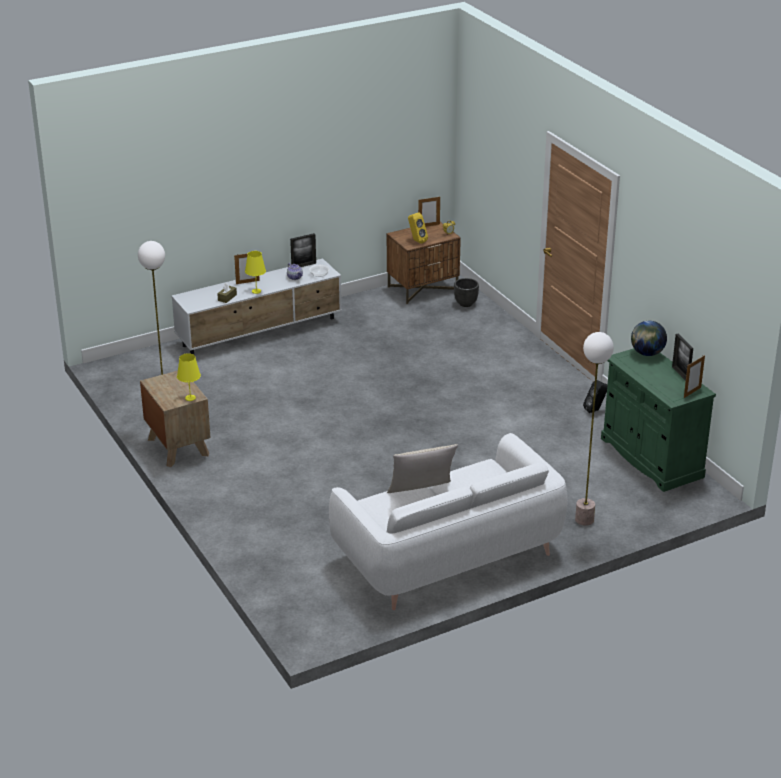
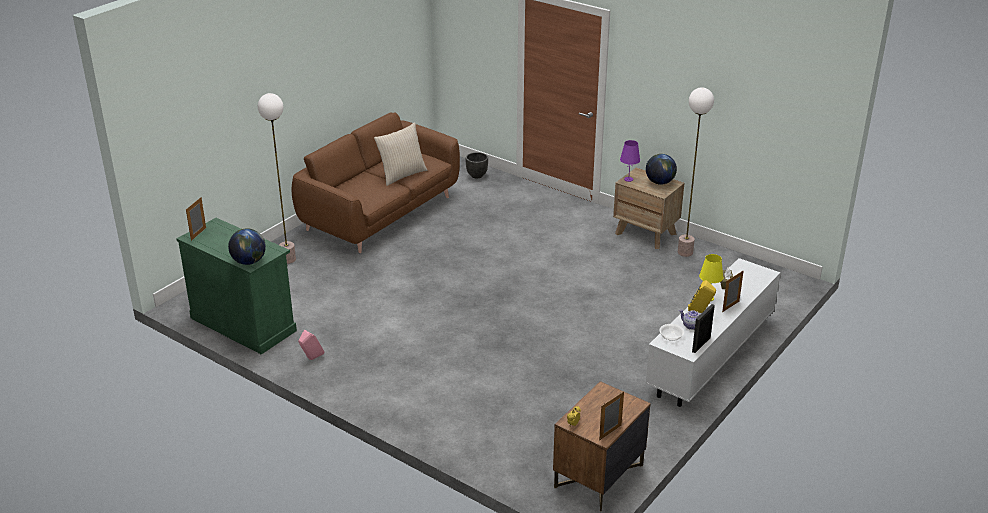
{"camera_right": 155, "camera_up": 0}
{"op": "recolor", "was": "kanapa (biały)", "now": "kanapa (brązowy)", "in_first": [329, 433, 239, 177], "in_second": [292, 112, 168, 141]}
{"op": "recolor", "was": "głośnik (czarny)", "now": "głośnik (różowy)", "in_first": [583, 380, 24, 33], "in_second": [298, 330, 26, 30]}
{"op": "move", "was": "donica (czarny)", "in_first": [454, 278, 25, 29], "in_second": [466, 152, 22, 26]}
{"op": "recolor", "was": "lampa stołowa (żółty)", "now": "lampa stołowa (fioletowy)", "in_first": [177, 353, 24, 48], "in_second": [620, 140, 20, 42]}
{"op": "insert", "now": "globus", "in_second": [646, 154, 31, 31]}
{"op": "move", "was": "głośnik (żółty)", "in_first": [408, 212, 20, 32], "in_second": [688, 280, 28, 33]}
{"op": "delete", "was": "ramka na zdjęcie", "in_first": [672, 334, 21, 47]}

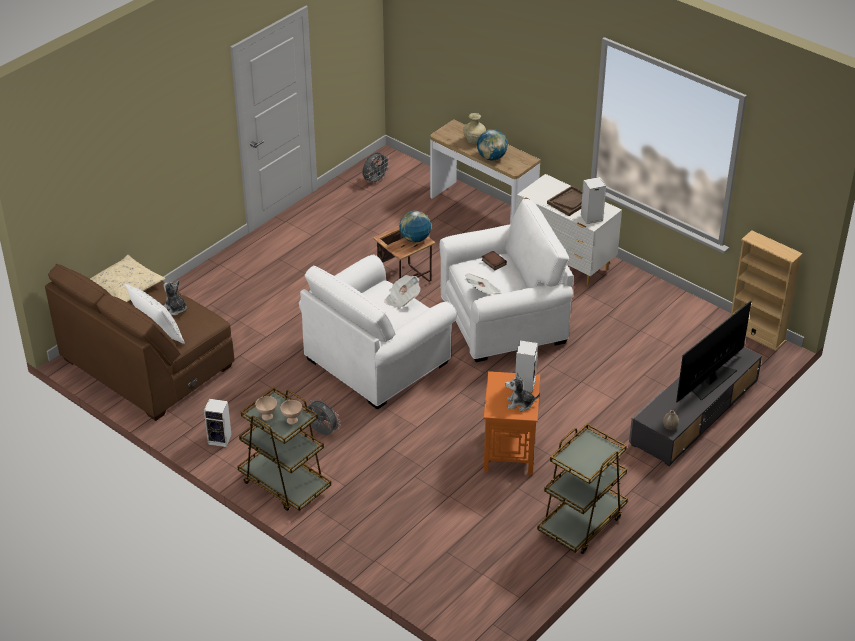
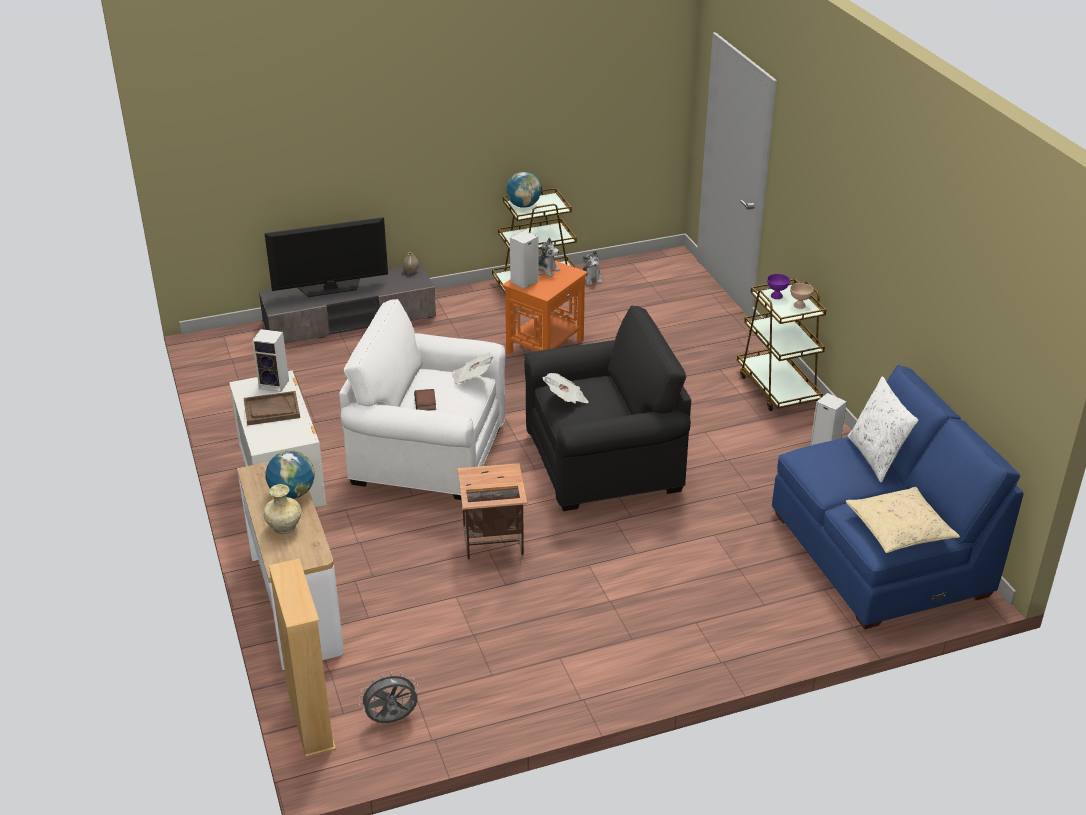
{"camera_right": -150, "camera_up": -5}
{"op": "move", "was": "regał (beżowy)", "in_first": [730, 230, 73, 121], "in_second": [269, 558, 67, 200]}
{"op": "move", "was": "globus", "in_first": [399, 211, 32, 31], "in_second": [506, 172, 35, 36]}
{"op": "recolor", "was": "fotel (biały)", "now": "fotel (czarny)", "in_first": [299, 255, 158, 155], "in_second": [524, 306, 167, 205]}
{"op": "move", "was": "pluszak", "in_first": [163, 280, 24, 35], "in_second": [583, 251, 19, 34]}
{"op": "recolor", "was": "miska (beżowy)", "now": "miska (fioletowy)", "in_first": [281, 400, 21, 25], "in_second": [767, 274, 23, 25]}
{"op": "recolor", "was": "kanapa (brązowy)", "now": "kanapa (niebieski)", "in_first": [45, 264, 190, 157], "in_second": [772, 365, 251, 264]}
{"op": "delete", "was": "wentylator (szary)", "in_first": [307, 398, 34, 37]}

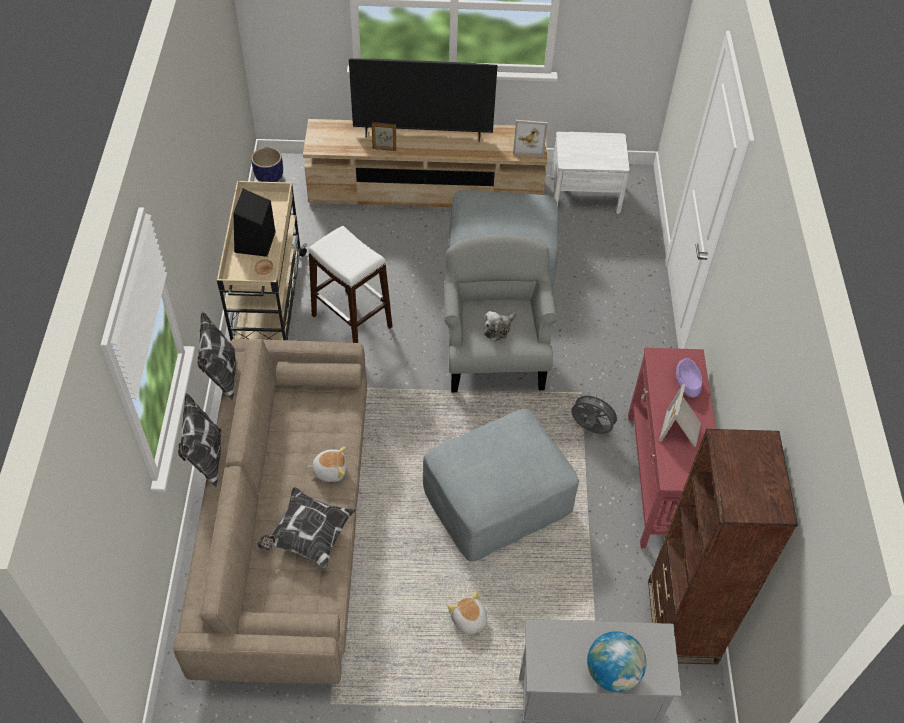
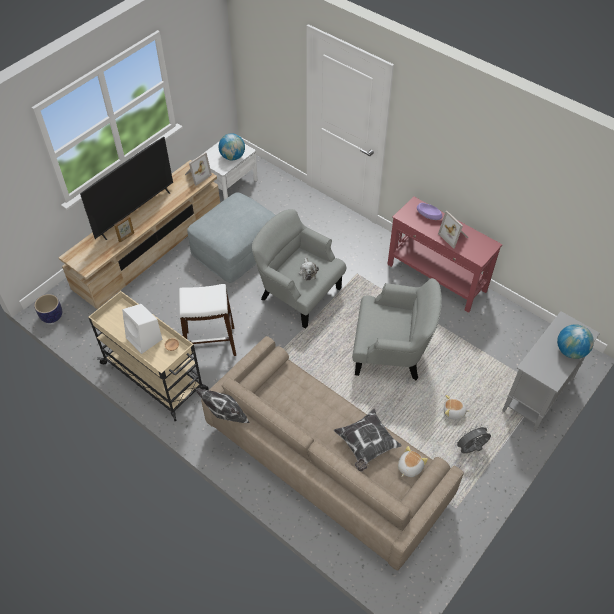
{"camera_right": -50, "camera_up": 0}
{"op": "recolor", "was": "głośnik (czarny)", "now": "głośnik (biały)", "in_first": [234, 189, 41, 68], "in_second": [122, 304, 40, 50]}
{"op": "insert", "now": "globus", "in_second": [219, 133, 26, 27]}
{"op": "replace", "was": "pufa (szary)", "now": "fotel (szary)", "in_first": [423, 409, 156, 153], "in_second": [352, 278, 90, 102]}
{"op": "move", "was": "pluszak", "in_first": [308, 447, 39, 35], "in_second": [398, 446, 30, 31]}
{"op": "move", "was": "wentylator (szary)", "in_first": [571, 392, 50, 42], "in_second": [454, 424, 37, 29]}
{"op": "delete", "was": "poduszka", "in_first": [178, 393, 43, 94]}
{"op": "delete", "was": "regał (brązowy)", "in_first": [648, 429, 150, 236]}

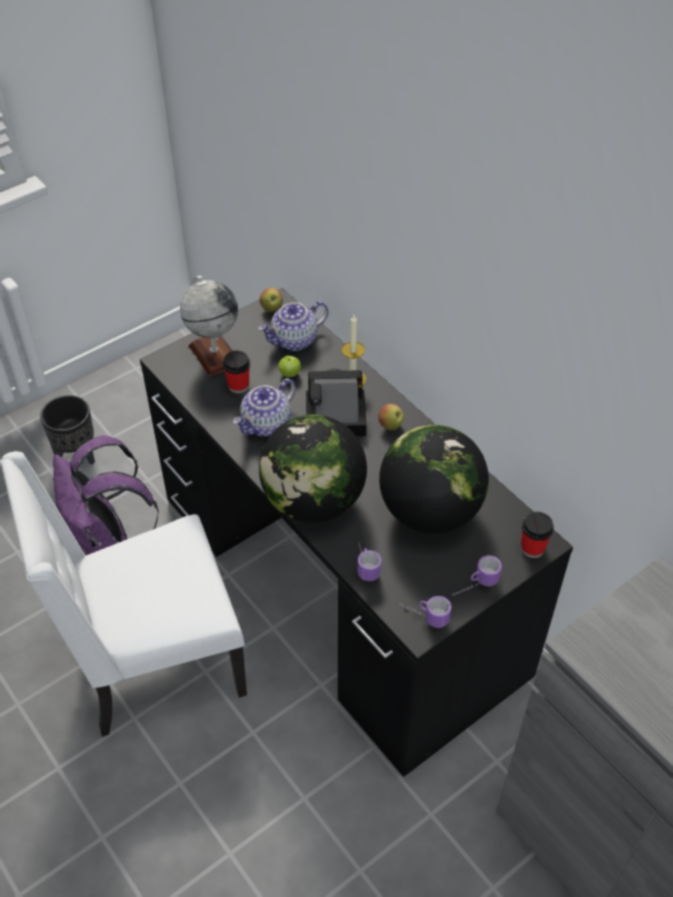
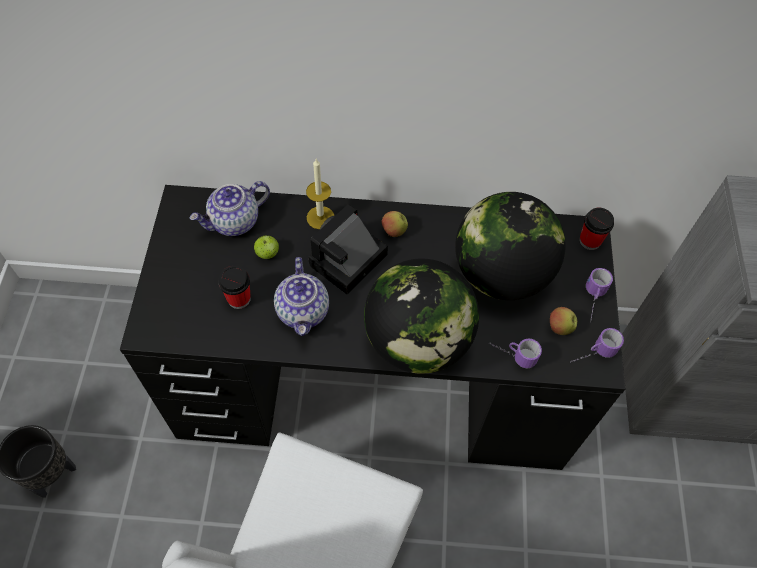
{"camera_right": -50, "camera_up": 10}
{"op": "rotate", "was": "imbryk", "in_first": [258, 301, 70, 50], "in_second": [189, 181, 81, 55], "clockwise": 45}
{"op": "move", "was": "jabłko", "in_first": [260, 288, 23, 24], "in_second": [550, 307, 27, 28]}
{"op": "delete", "was": "plecak (fioletowy)", "in_first": [53, 435, 106, 120]}
{"op": "delete", "was": "globus", "in_first": [180, 276, 58, 101]}

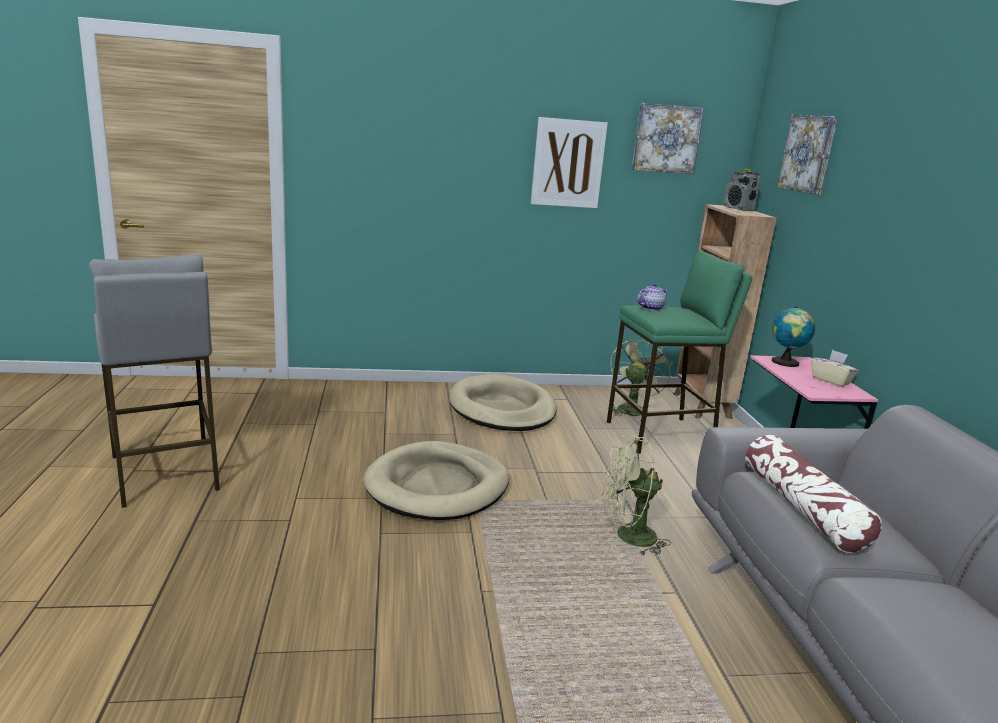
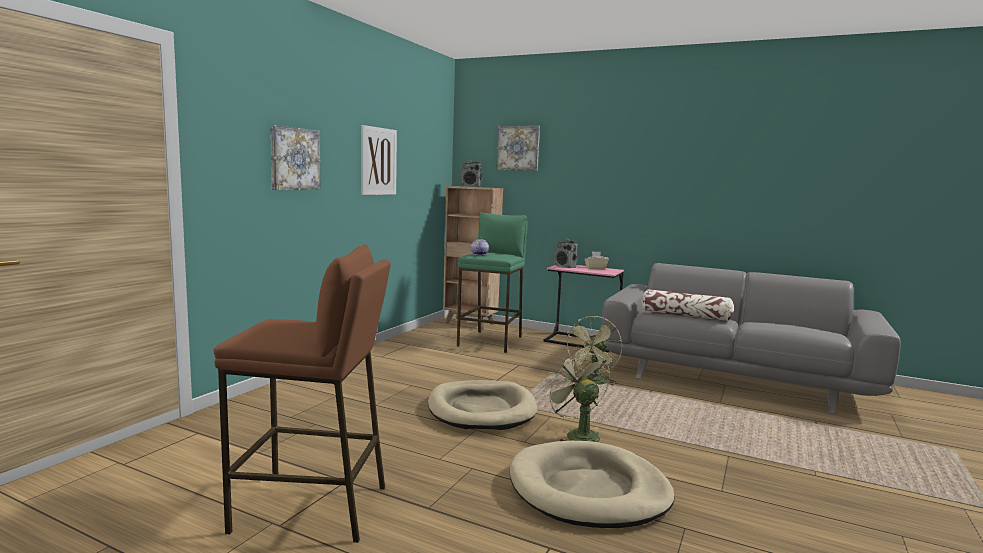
{"camera_right": -55, "camera_up": -10}
{"op": "recolor", "was": "stołek (szary)", "now": "stołek (brązowy)", "in_first": [89, 254, 131, 254], "in_second": [213, 244, 178, 299]}
{"op": "move", "was": "obraz", "in_first": [632, 103, 72, 71], "in_second": [270, 125, 51, 65]}
{"op": "move", "was": "legowisko (beżowy)", "in_first": [449, 374, 108, 57], "in_second": [510, 441, 164, 87]}
{"op": "move", "was": "wentylator (zielony)", "in_first": [608, 339, 65, 77], "in_second": [544, 349, 66, 93]}
{"op": "replace", "was": "globus", "now": "radio", "in_first": [772, 306, 43, 61], "in_second": [554, 238, 24, 30]}

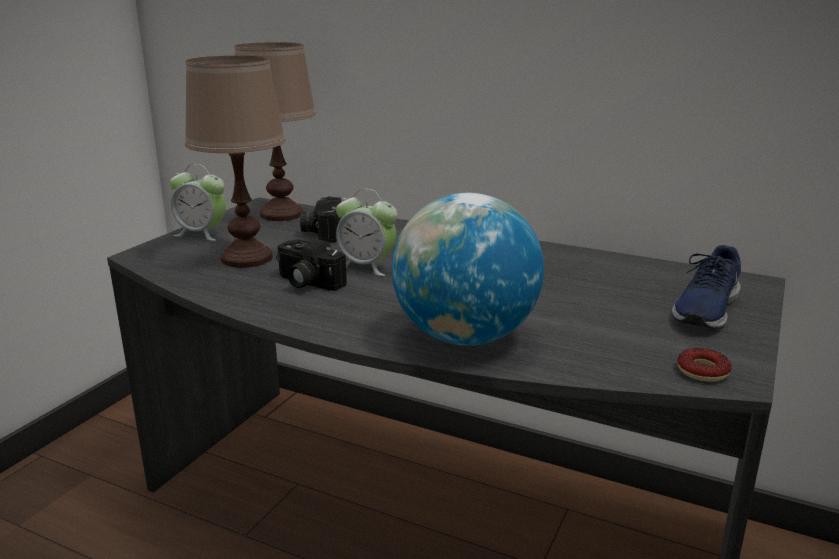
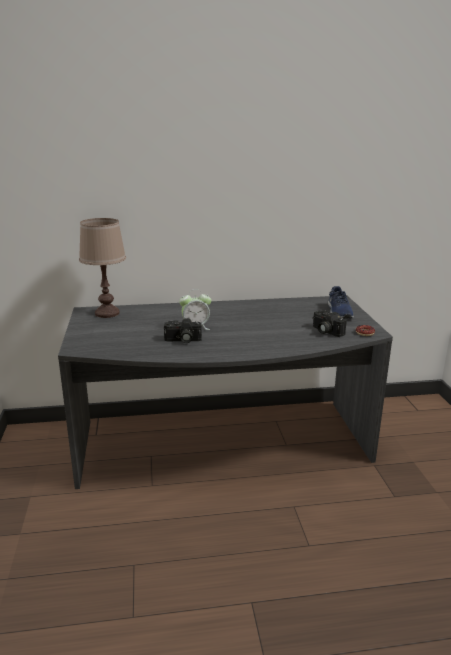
{"camera_right": -35, "camera_up": 0}
{"op": "move", "was": "aparat fotograficzny", "in_first": [300, 196, 41, 46], "in_second": [312, 310, 35, 27]}
{"op": "delete", "was": "budzik", "in_first": [170, 164, 56, 77]}
{"op": "delete", "was": "lampa stołowa (brązowy)", "in_first": [185, 55, 101, 213]}
{"op": "delete", "was": "globus", "in_first": [392, 193, 152, 153]}

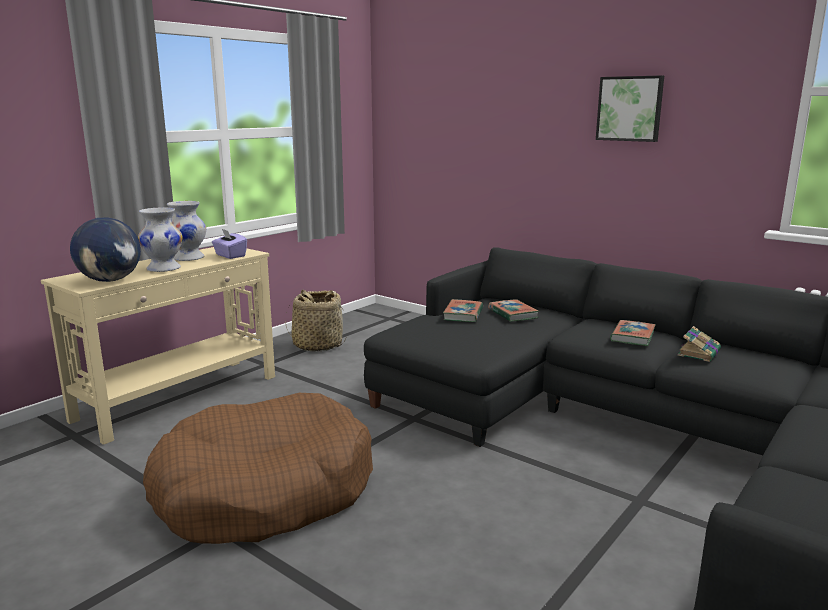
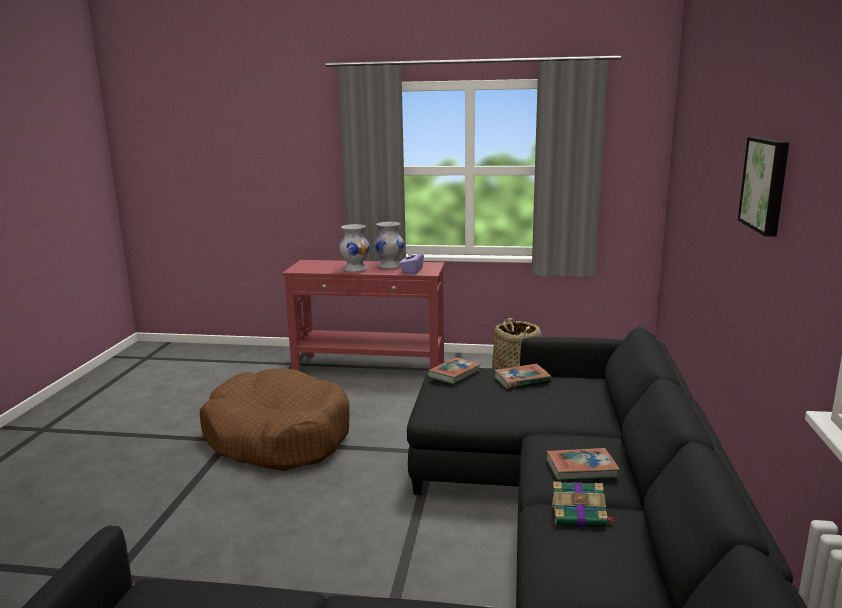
{"camera_right": 60, "camera_up": 0}
{"op": "recolor", "was": "stolik konsolowy (beżowy)", "now": "stolik konsolowy (czerwony)", "in_first": [41, 247, 234, 198], "in_second": [283, 260, 162, 111]}
{"op": "move", "was": "książka", "in_first": [488, 299, 51, 23], "in_second": [427, 357, 54, 27]}
{"op": "delete", "was": "globus", "in_first": [70, 217, 71, 65]}

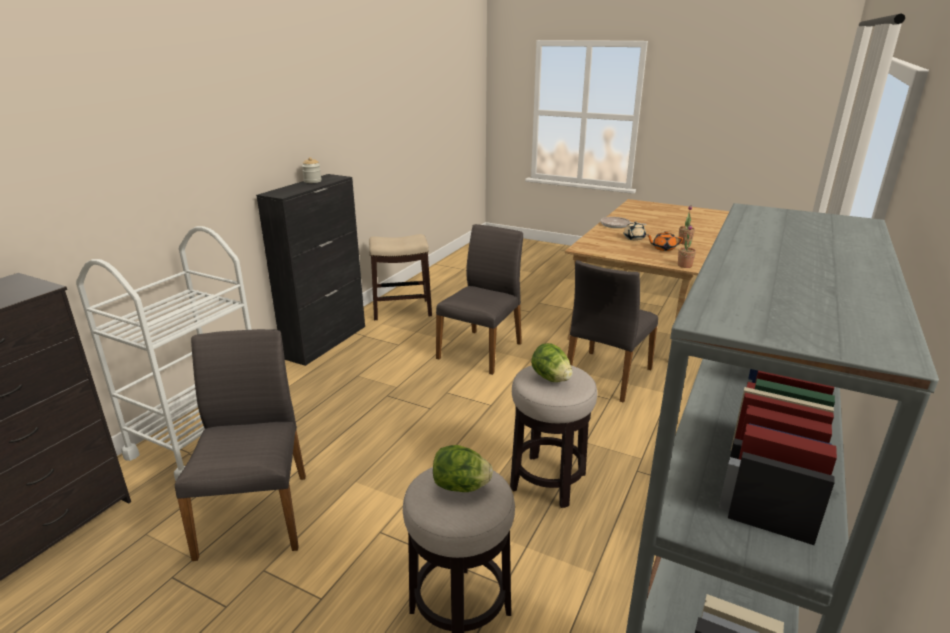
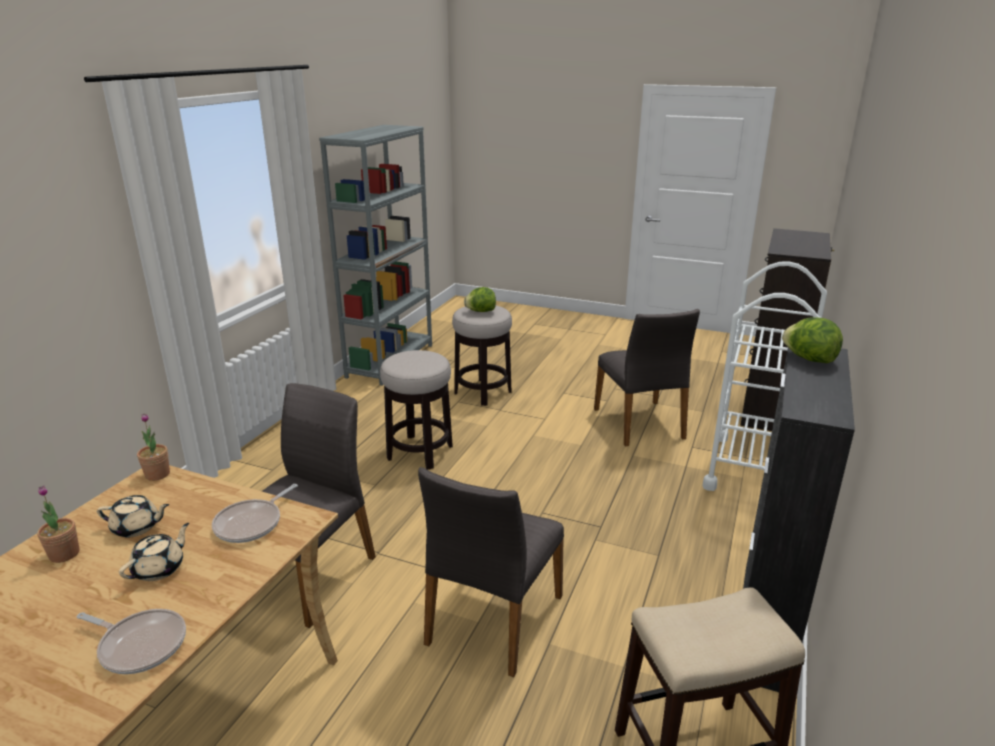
{"camera_right": 175, "camera_up": 0}
{"op": "recolor", "was": "imbryk (pomarańczowy)", "now": "imbryk (beżowy)", "in_first": [647, 231, 36, 20], "in_second": [97, 495, 72, 42]}
{"op": "insert", "now": "patelnia", "in_second": [212, 484, 86, 59]}
{"op": "move", "was": "sałata", "in_first": [531, 343, 42, 39], "in_second": [782, 317, 61, 46]}
{"op": "delete", "was": "słoik", "in_first": [302, 157, 19, 26]}

